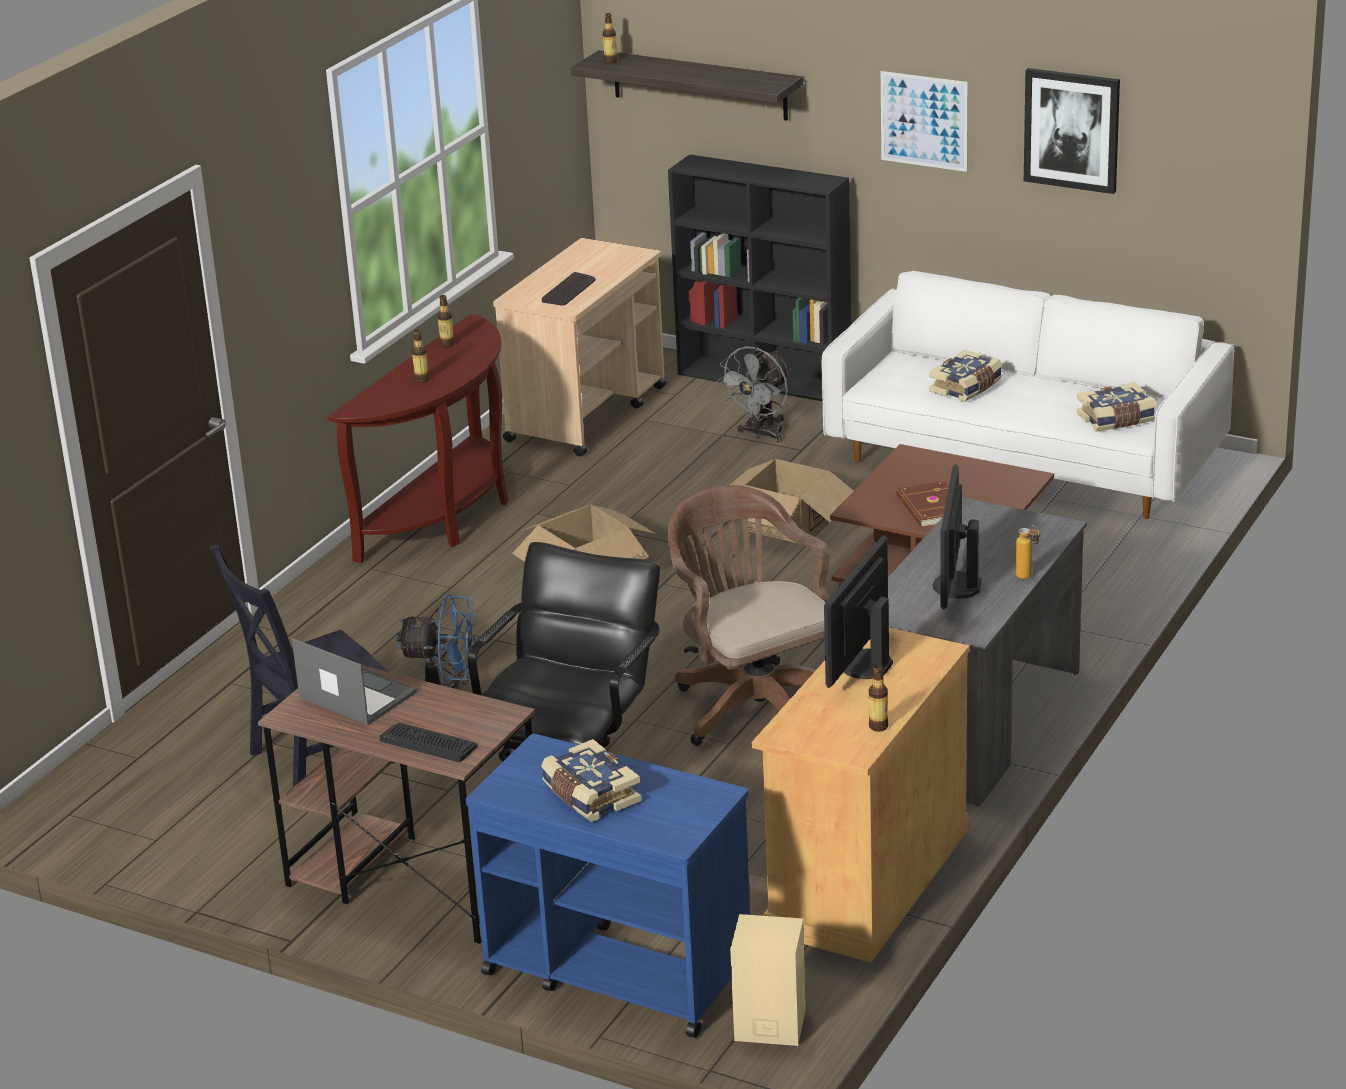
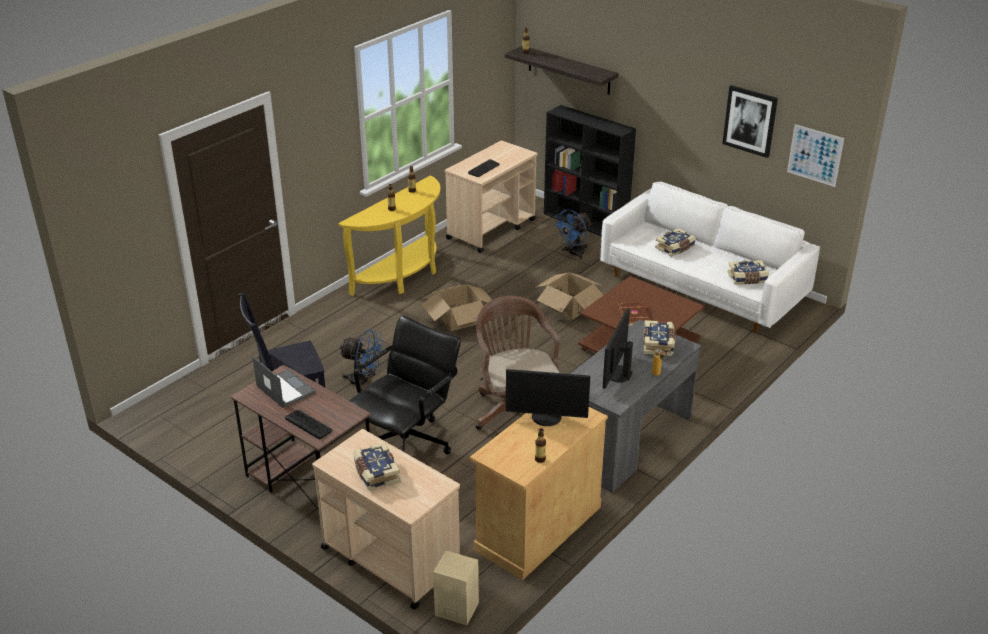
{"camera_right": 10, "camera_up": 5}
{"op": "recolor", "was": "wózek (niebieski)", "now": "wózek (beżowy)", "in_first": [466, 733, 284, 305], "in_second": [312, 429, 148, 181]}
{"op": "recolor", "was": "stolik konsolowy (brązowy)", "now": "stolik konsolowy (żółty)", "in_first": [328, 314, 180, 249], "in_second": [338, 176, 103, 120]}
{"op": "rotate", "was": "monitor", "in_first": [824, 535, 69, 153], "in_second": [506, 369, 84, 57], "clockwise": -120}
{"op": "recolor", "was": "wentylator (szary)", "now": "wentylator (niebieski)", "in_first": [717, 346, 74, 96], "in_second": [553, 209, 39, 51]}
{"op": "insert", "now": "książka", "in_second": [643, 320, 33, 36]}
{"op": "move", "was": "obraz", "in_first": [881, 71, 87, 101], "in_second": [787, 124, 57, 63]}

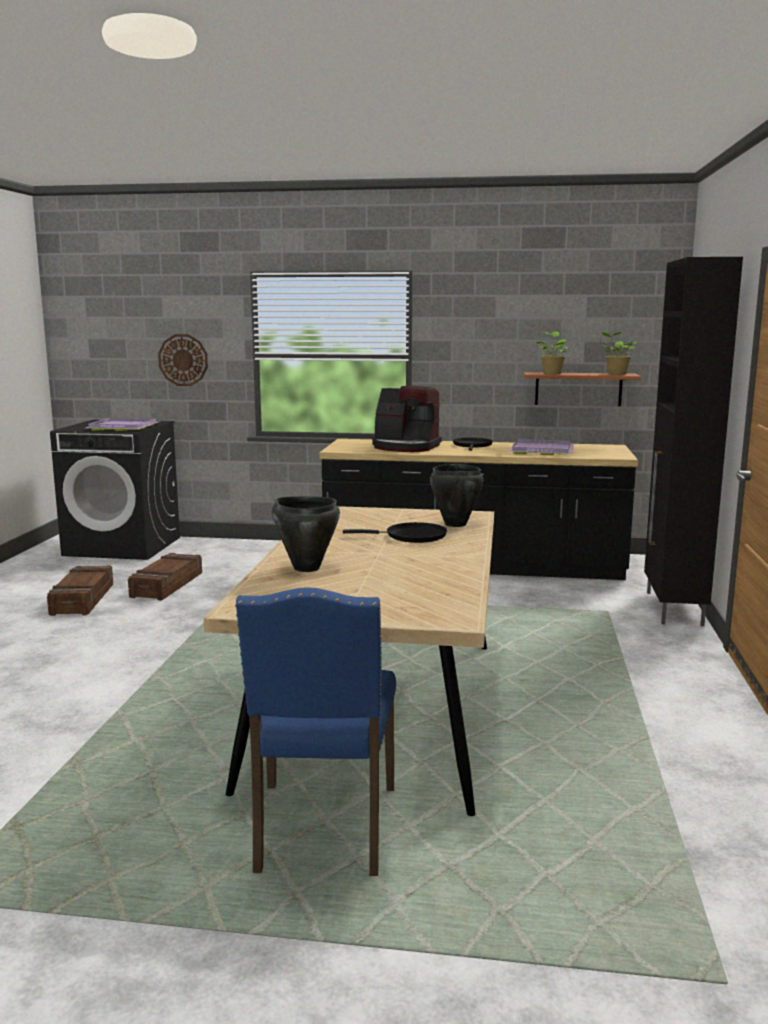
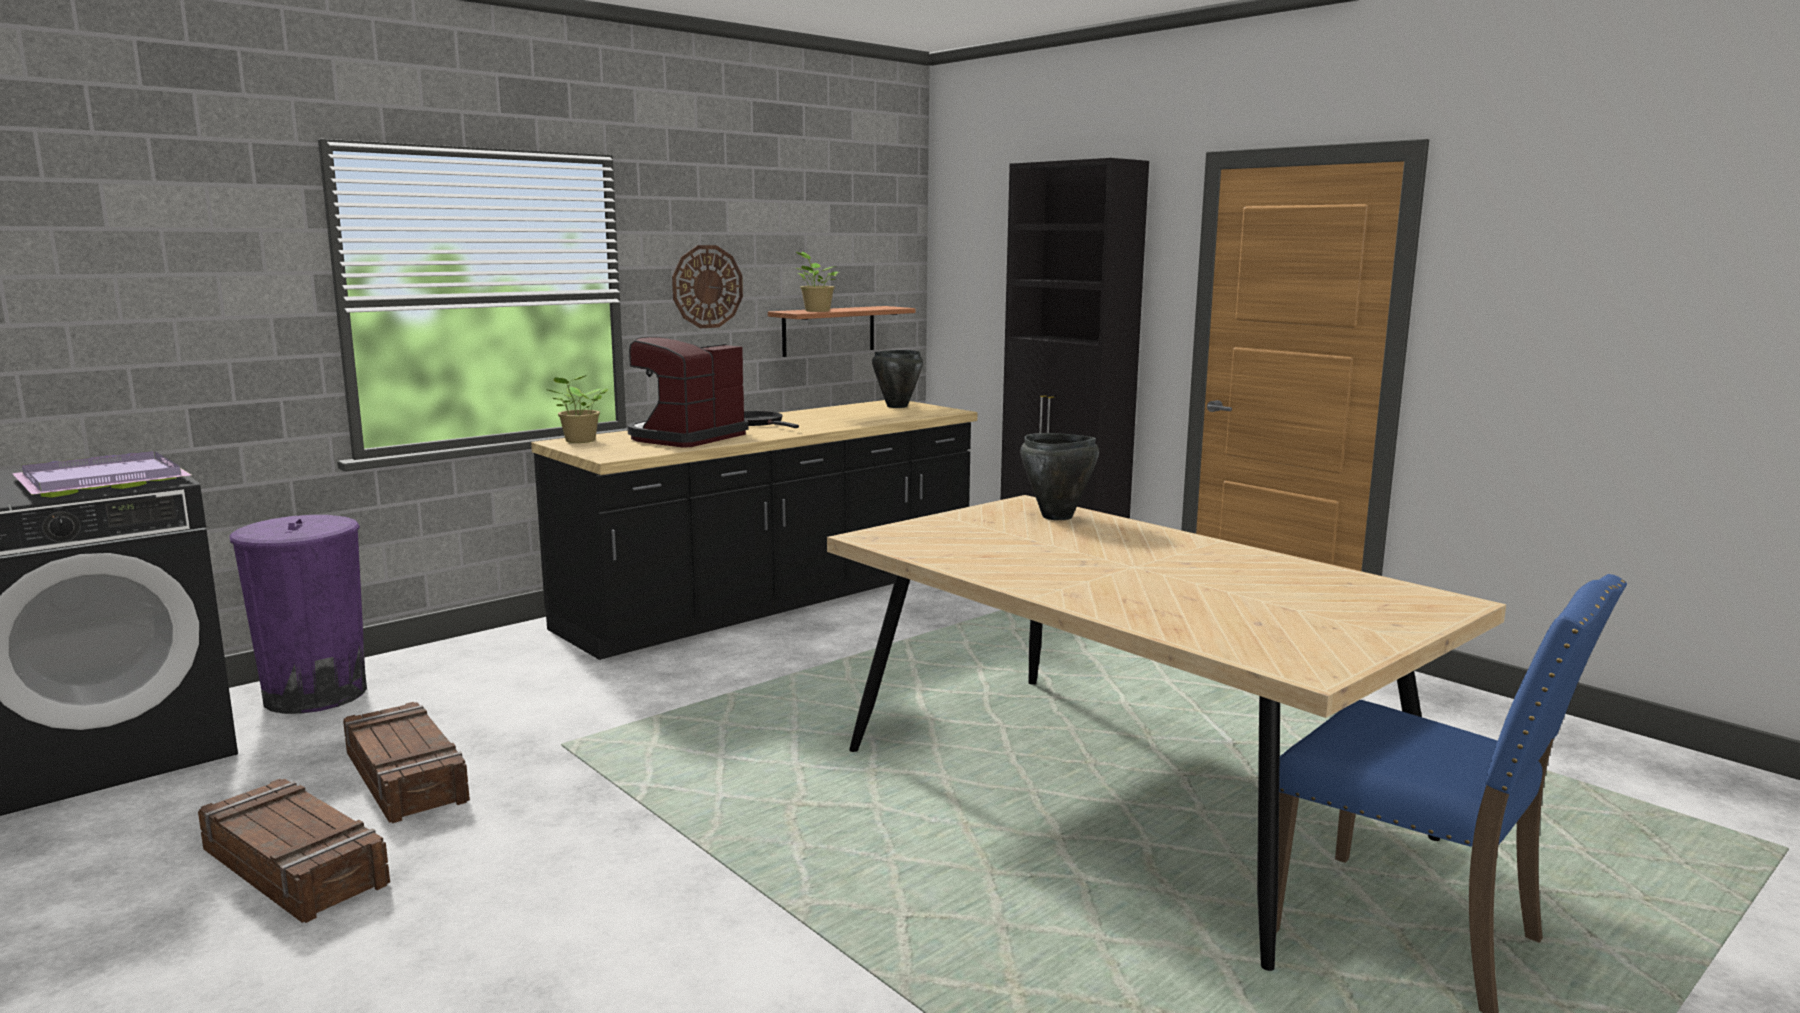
{"camera_right": -50, "camera_up": 0}
{"op": "insert", "now": "kosz na śmieci (fioletowy)", "in_second": [229, 515, 138, 199]}
{"op": "move", "was": "roślina doniczkowa", "in_first": [599, 332, 38, 43], "in_second": [546, 375, 62, 68]}
{"op": "rotate", "was": "ekspres do kawy", "in_first": [372, 386, 70, 66], "in_second": [627, 337, 122, 111], "clockwise": 150}
{"op": "move", "was": "zegar ścienny", "in_first": [158, 334, 50, 52], "in_second": [672, 245, 71, 83]}
{"op": "move", "was": "garnek (czarny)", "in_first": [272, 496, 68, 76], "in_second": [872, 350, 51, 58]}
{"op": "delete", "was": "patelnia (czarny)", "in_first": [343, 522, 104, 21]}
{"op": "delete", "was": "taca (fioletowy)", "in_first": [508, 439, 66, 16]}

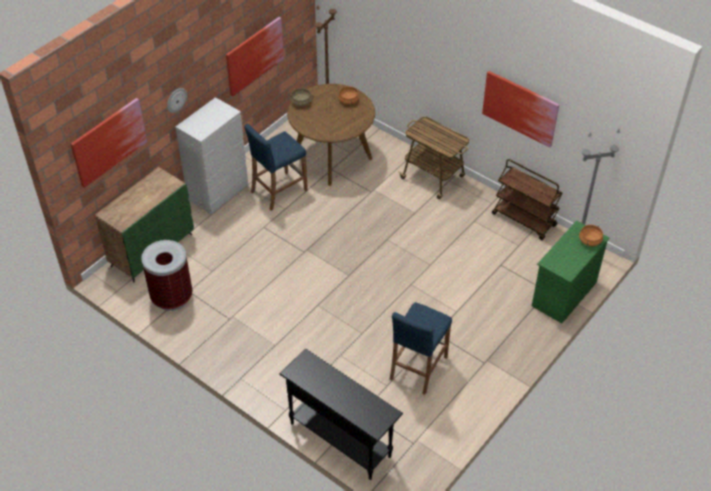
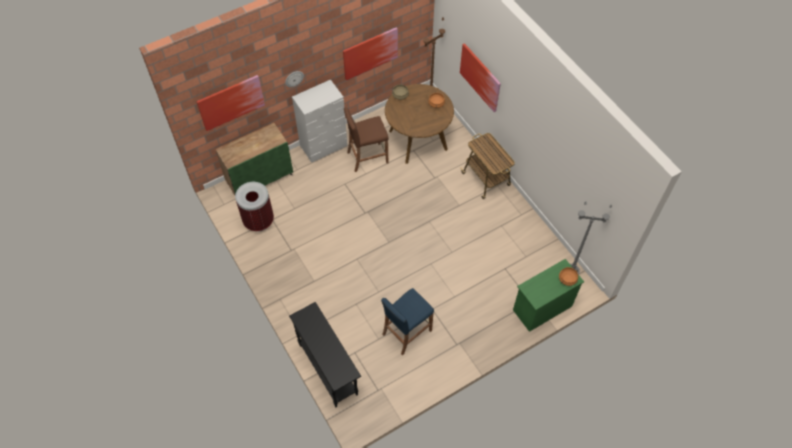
{"camera_right": 20, "camera_up": 10}
{"op": "recolor", "was": "stołek (niebieski)", "now": "stołek (brązowy)", "in_first": [244, 124, 64, 87], "in_second": [344, 107, 45, 65]}
{"op": "move", "was": "obraz", "in_first": [482, 71, 77, 76], "in_second": [460, 43, 41, 69]}
{"op": "delete", "was": "wózek (brązowy)", "in_first": [492, 159, 71, 81]}

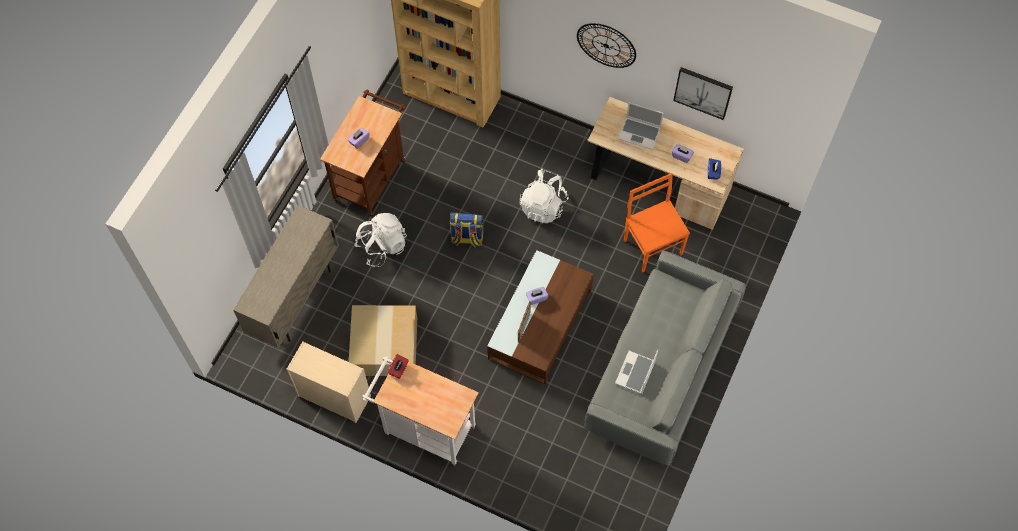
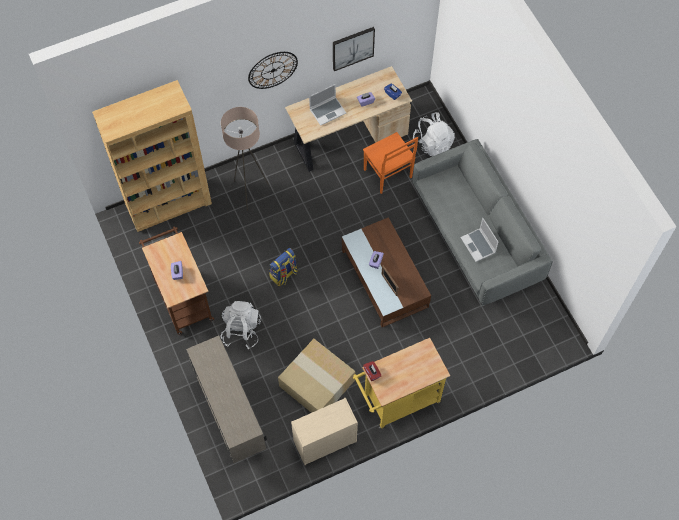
{"camera_right": -50, "camera_up": 0}
{"op": "insert", "now": "lampa stojąca (beżowy)", "in_second": [221, 107, 48, 104]}
{"op": "recolor", "was": "wózek (biały)", "now": "wózek (żółty)", "in_first": [362, 356, 117, 110], "in_second": [353, 338, 97, 90]}
{"op": "rotate", "was": "krzesło (pomarańczowy)", "in_first": [624, 173, 66, 99], "in_second": [363, 132, 55, 62], "clockwise": -135}
{"op": "move", "was": "plecak (biały)", "in_first": [520, 169, 49, 54], "in_second": [413, 112, 42, 44]}

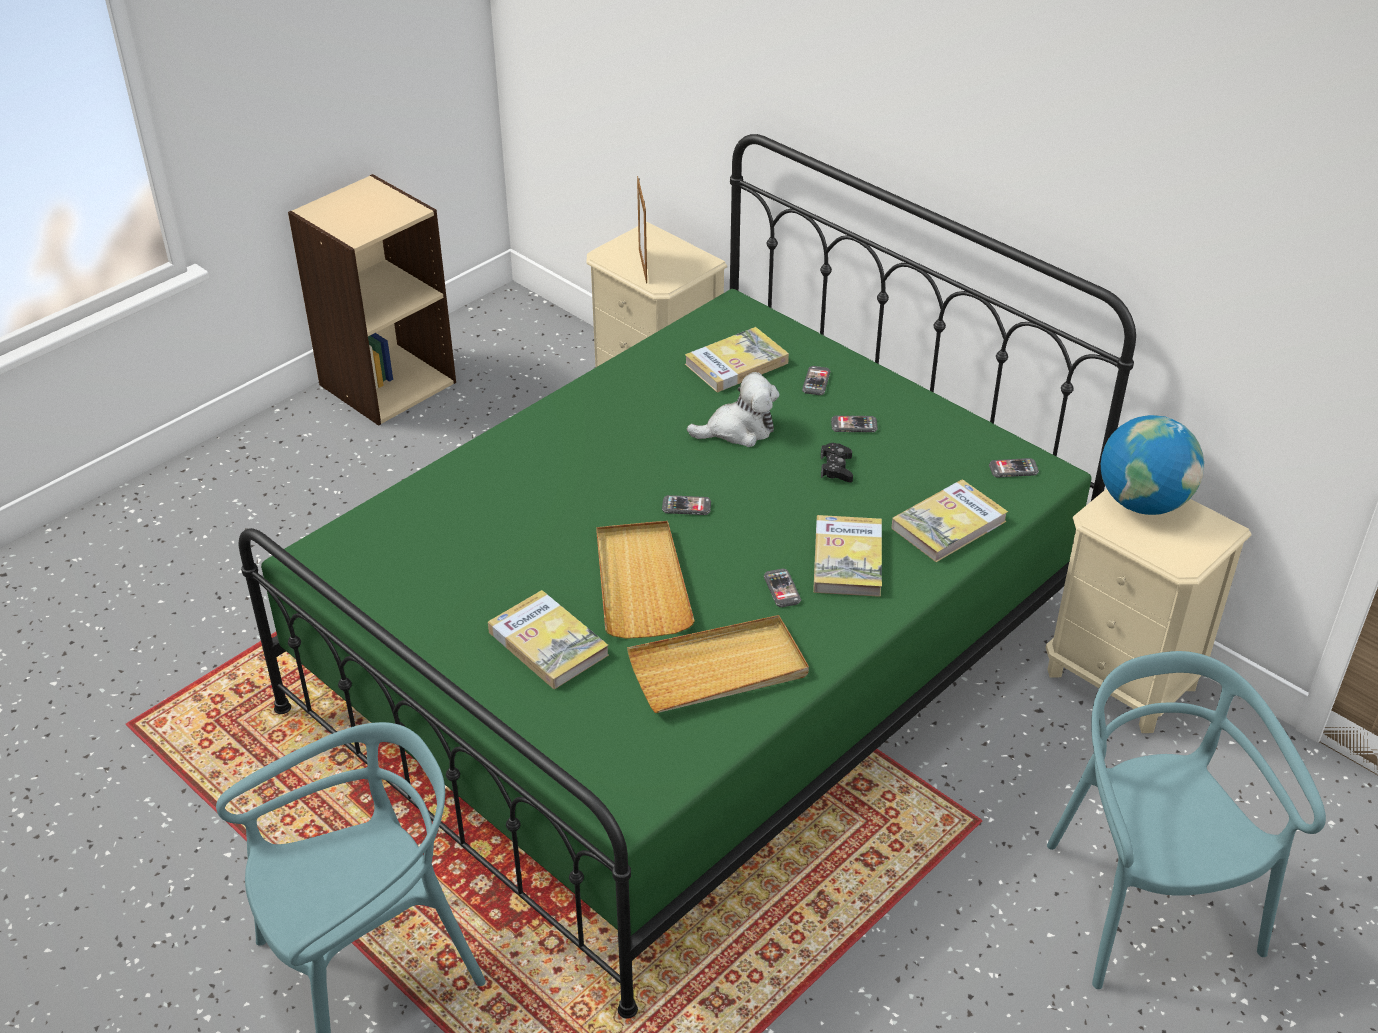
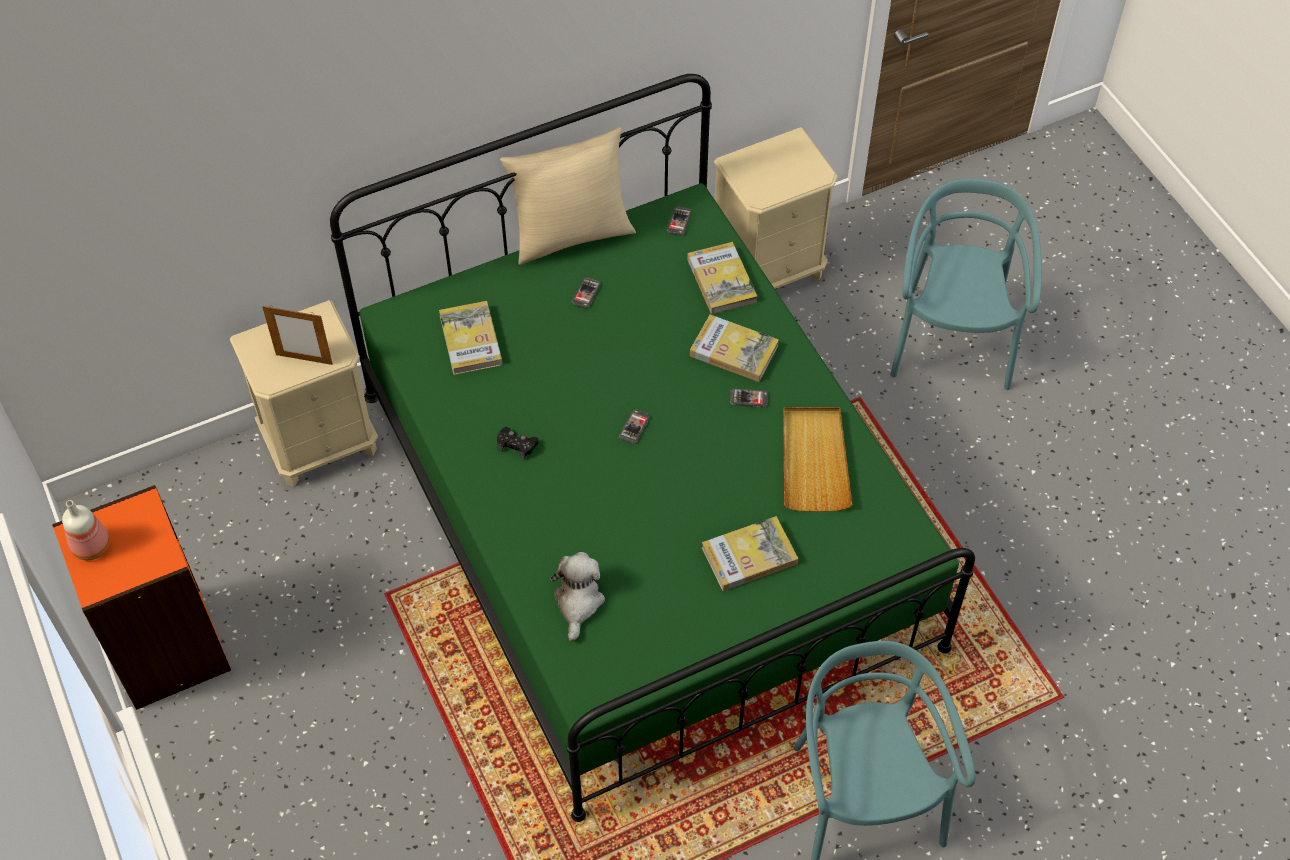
{"camera_right": -70, "camera_up": 15}
{"op": "recolor", "was": "regał (beżowy)", "now": "regał (pomarańczowy)", "in_first": [288, 174, 168, 252], "in_second": [52, 485, 179, 225]}
{"op": "insert", "now": "butelka", "in_second": [62, 500, 48, 60]}
{"op": "move", "was": "pad do gier (czarny)", "in_first": [821, 443, 32, 39], "in_second": [497, 427, 41, 33]}
{"op": "insert", "now": "poduszka (beżowy)", "in_second": [500, 127, 136, 138]}
{"op": "move", "was": "pluszak", "in_first": [687, 372, 93, 75], "in_second": [550, 552, 55, 89]}
{"op": "rotate", "was": "krzesło (turkusowy)", "in_first": [1047, 651, 279, 338], "in_second": [891, 178, 151, 212], "clockwise": 90}
{"op": "delete", "was": "taca (beżowy)", "in_first": [596, 521, 99, 118]}
{"op": "delete", "was": "telefon", "in_first": [802, 366, 28, 29]}
{"op": "delete", "was": "globus", "in_first": [1101, 415, 103, 100]}

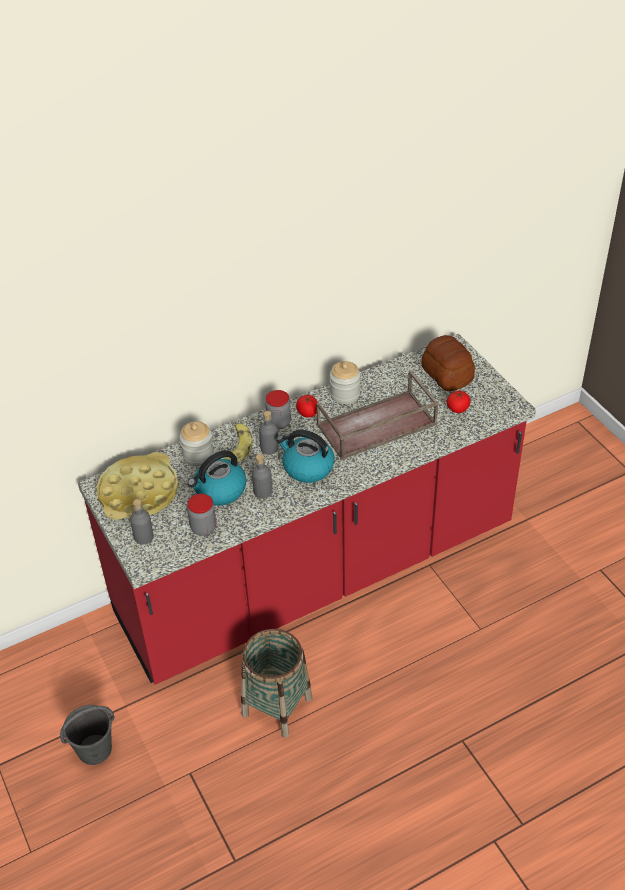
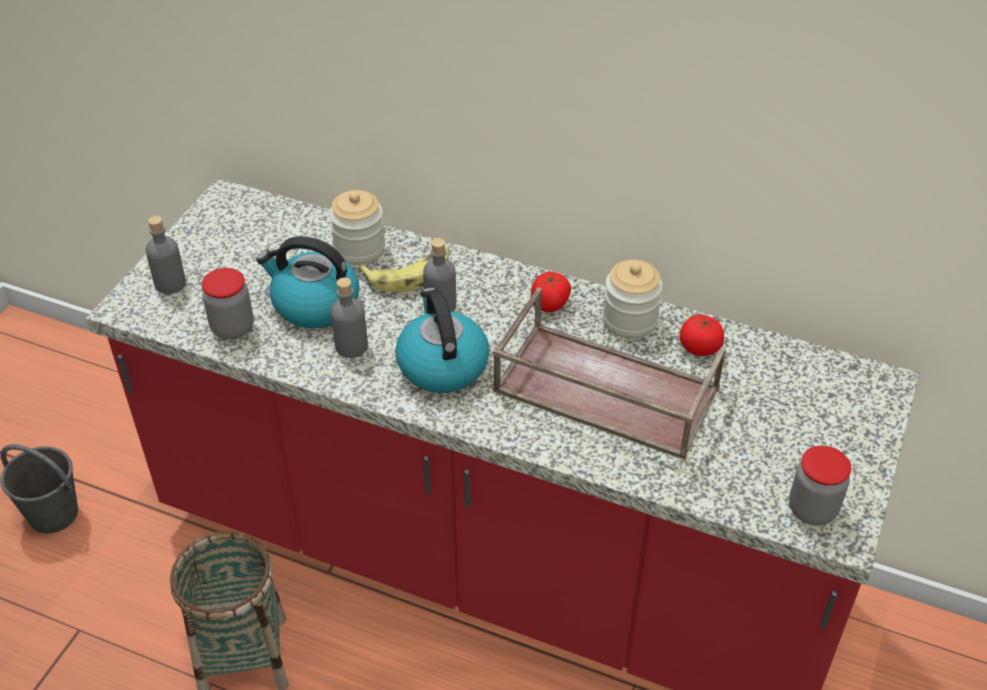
{"camera_right": 50, "camera_up": 0}
{"op": "move", "was": "pomidor", "in_first": [447, 391, 24, 22], "in_second": [680, 315, 44, 41]}
{"op": "move", "was": "słoik", "in_first": [265, 390, 26, 39], "in_second": [789, 446, 62, 79]}
{"op": "delete", "was": "taca (żółty)", "in_first": [97, 452, 81, 68]}
{"op": "delete", "was": "chleb", "in_first": [421, 335, 54, 56]}

